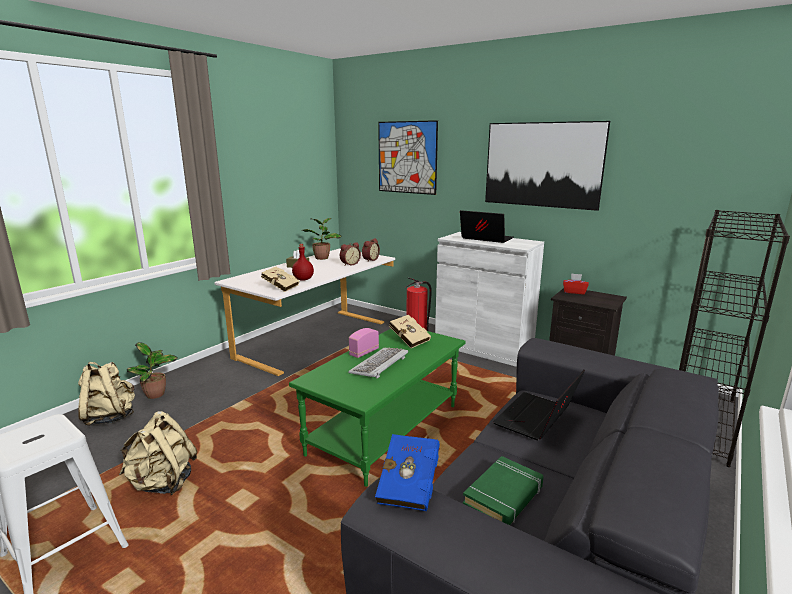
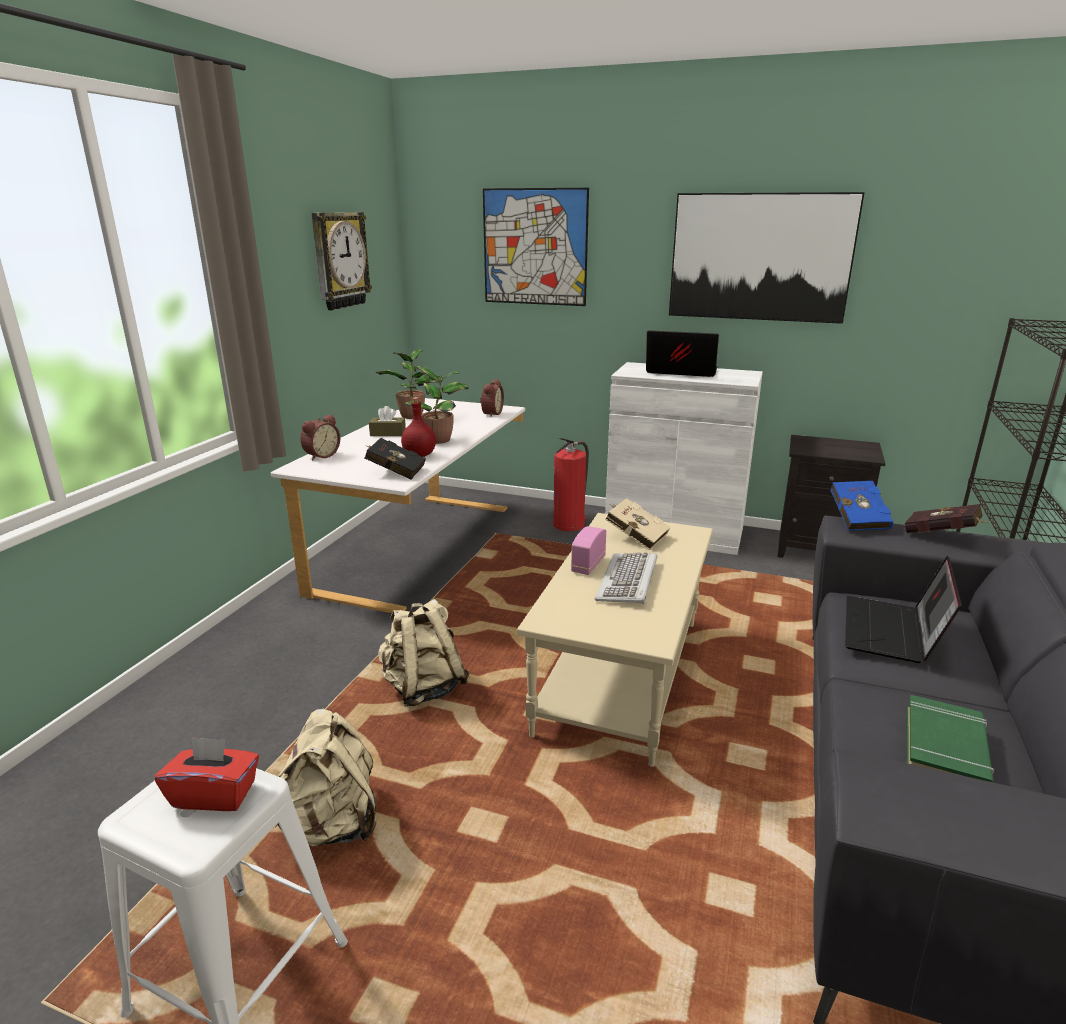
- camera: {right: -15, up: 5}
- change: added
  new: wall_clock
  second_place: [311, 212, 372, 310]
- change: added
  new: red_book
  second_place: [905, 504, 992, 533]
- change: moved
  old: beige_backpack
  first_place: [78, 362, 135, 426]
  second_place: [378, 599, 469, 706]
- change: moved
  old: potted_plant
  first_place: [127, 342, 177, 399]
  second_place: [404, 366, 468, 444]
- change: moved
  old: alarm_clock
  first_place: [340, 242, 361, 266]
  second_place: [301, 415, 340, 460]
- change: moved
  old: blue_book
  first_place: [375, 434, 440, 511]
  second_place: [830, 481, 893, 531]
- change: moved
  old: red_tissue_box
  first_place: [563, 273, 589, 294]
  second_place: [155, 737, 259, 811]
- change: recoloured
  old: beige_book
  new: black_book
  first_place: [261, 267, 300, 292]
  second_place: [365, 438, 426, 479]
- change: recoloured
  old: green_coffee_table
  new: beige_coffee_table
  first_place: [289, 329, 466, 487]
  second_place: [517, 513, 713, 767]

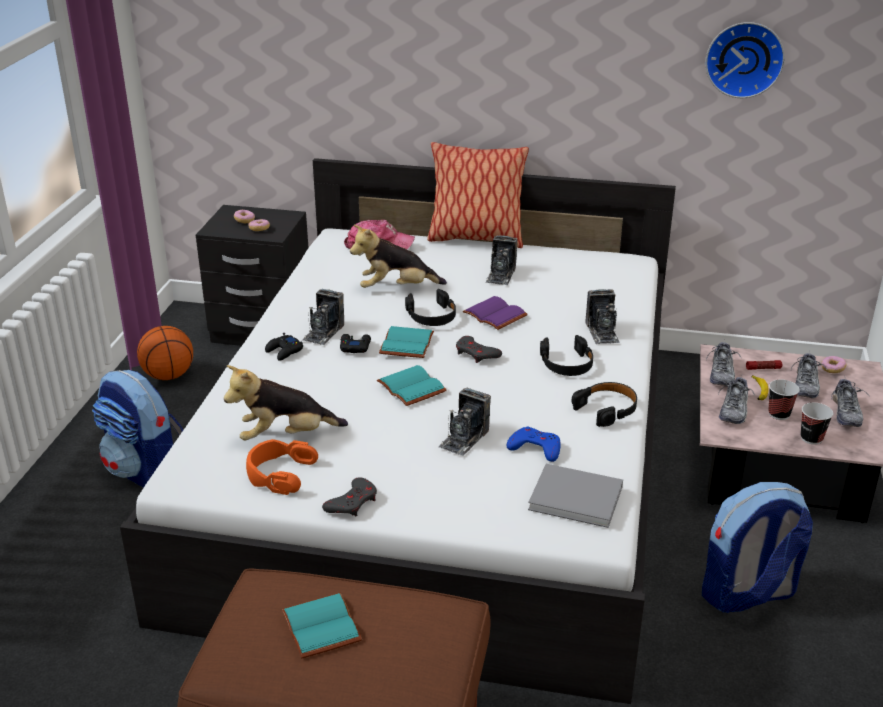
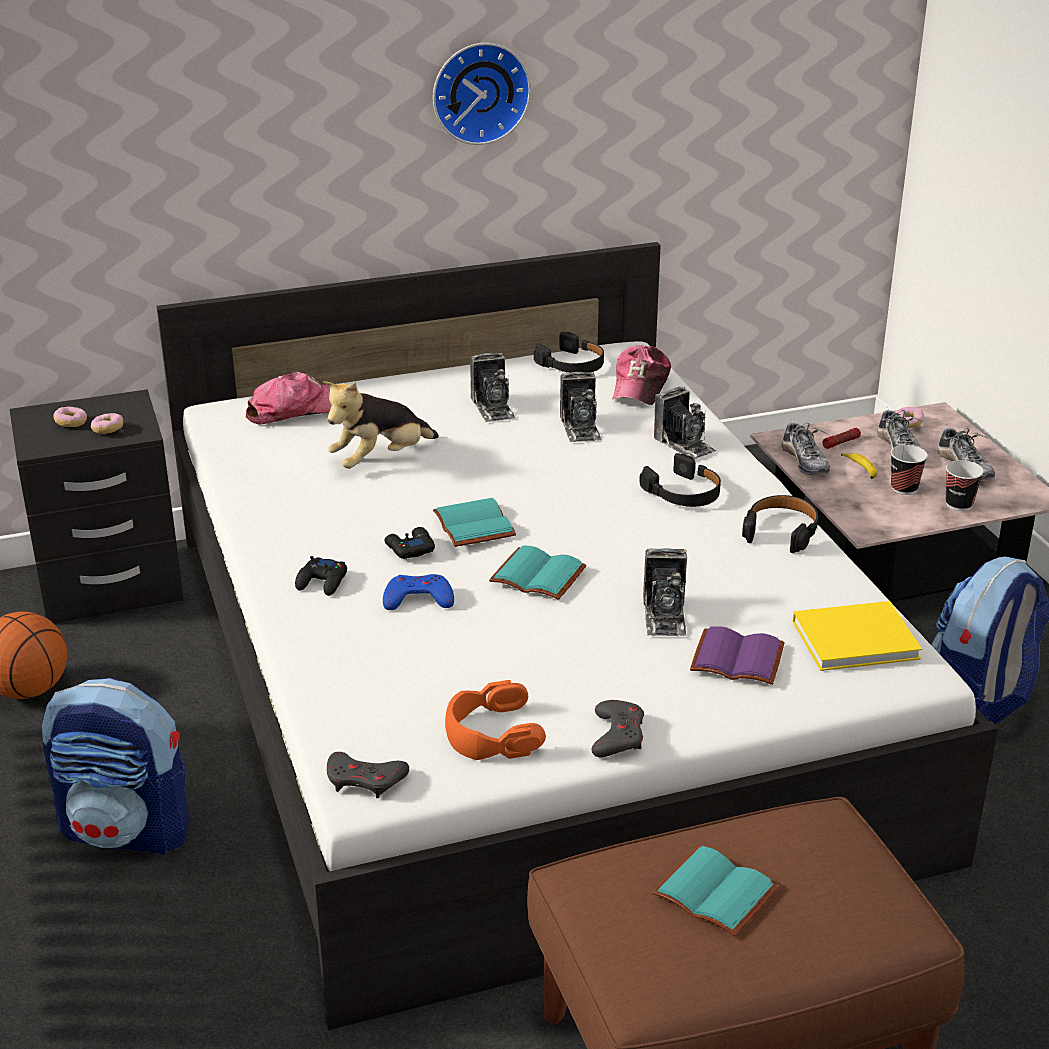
- camera: {right: -30, up: 0}
- change: removed
  old: plush_toy
  first_place: [224, 365, 348, 441]
- change: removed
  old: pillow
  first_place: [427, 142, 529, 248]
- change: removed
  old: shoe
  first_place: [718, 376, 755, 424]
- change: added
  new: cap
  second_place: [612, 345, 671, 405]
- change: moved
  old: photo_camera
  first_place: [302, 289, 344, 345]
  second_place: [560, 372, 601, 442]
- change: moved
  old: black_headphones
  first_place: [405, 289, 456, 326]
  second_place: [533, 332, 604, 373]
- change: moved
  old: grey_game_controller
  first_place: [456, 336, 502, 363]
  second_place: [327, 752, 409, 798]
- change: moved
  old: purple_book
  first_place: [463, 296, 528, 330]
  second_place: [690, 626, 785, 685]
- change: moved
  old: blue_game_controller
  first_place: [507, 427, 561, 462]
  second_place: [383, 574, 454, 610]
- change: moved
  old: wall_clock
  first_place: [705, 22, 785, 98]
  second_place: [433, 43, 531, 145]
- change: recoloured
  old: grey_book
  new: yellow_book
  first_place: [528, 464, 623, 528]
  second_place: [792, 601, 922, 671]

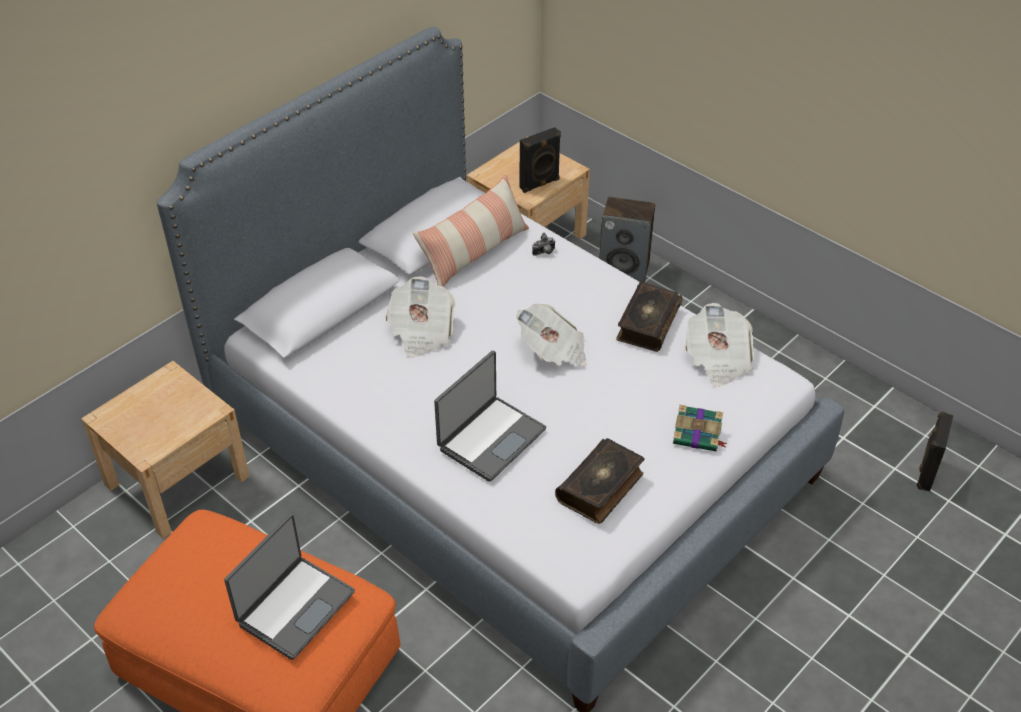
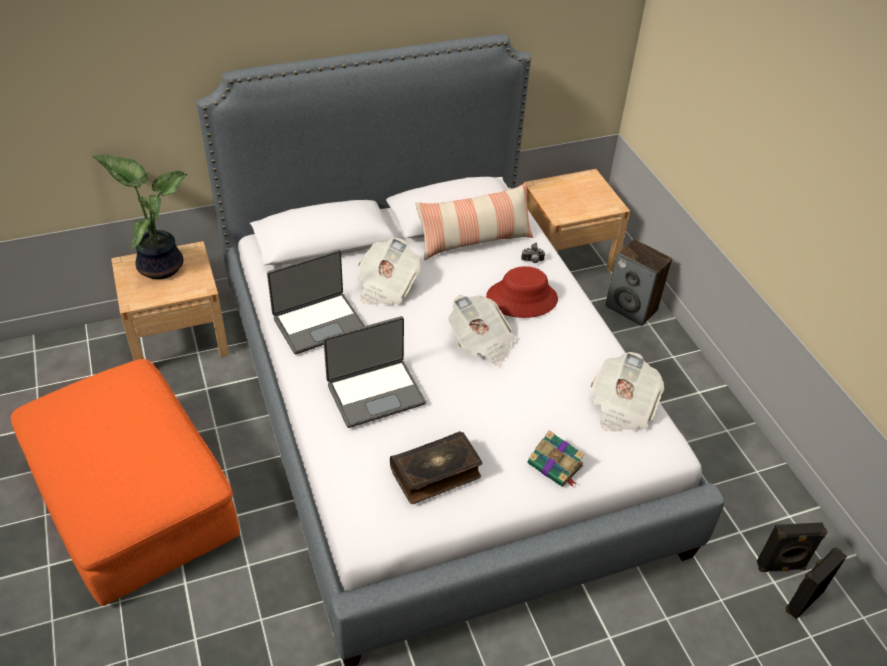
- camera: {right: 25, up: 0}
- change: removed
  old: book
  first_place: [616, 282, 683, 352]
- change: added
  new: potted_plant
  second_place: [93, 155, 187, 279]
- change: added
  new: red_hat
  second_place: [486, 266, 558, 318]
- change: moved
  old: laptop
  first_place: [224, 514, 355, 660]
  second_place: [267, 250, 365, 355]
- change: moved
  old: black_speaker
  first_place: [519, 127, 561, 193]
  second_place: [757, 522, 828, 572]

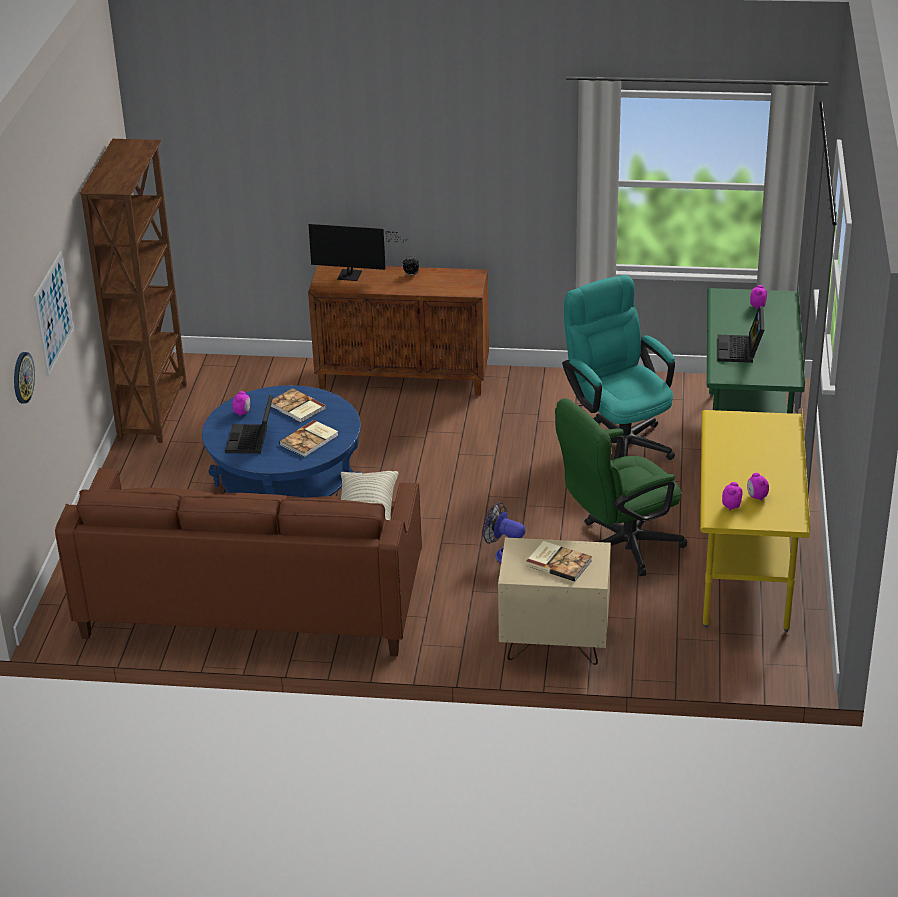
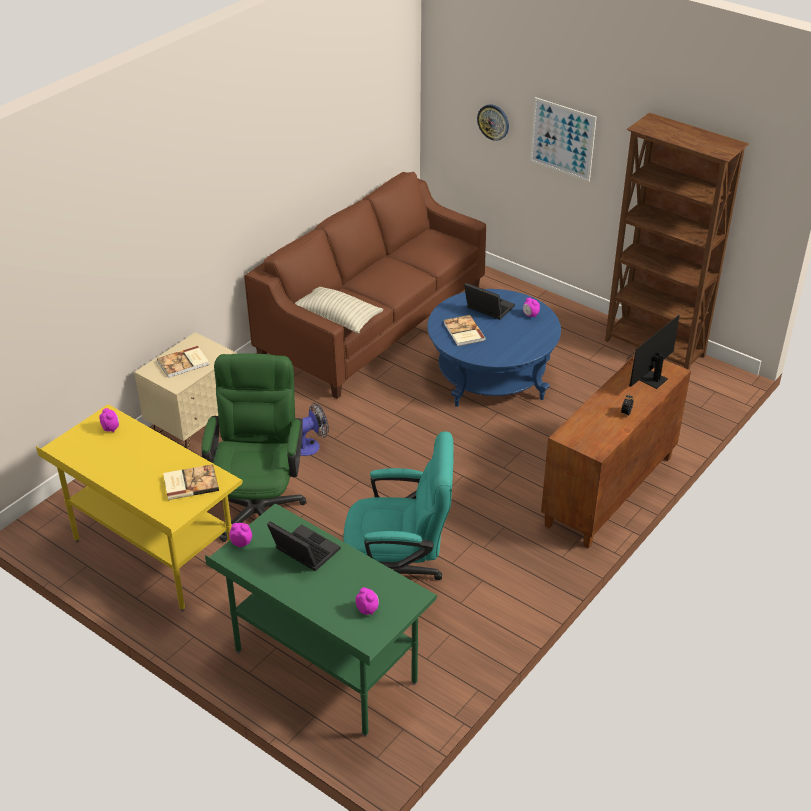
- camera: {right: 120, up: 5}
- change: moved
  old: book
  first_place: [271, 388, 326, 423]
  second_place: [163, 464, 219, 500]
- change: moved
  old: alarm_clock
  first_place: [747, 473, 769, 501]
  second_place: [229, 523, 252, 547]

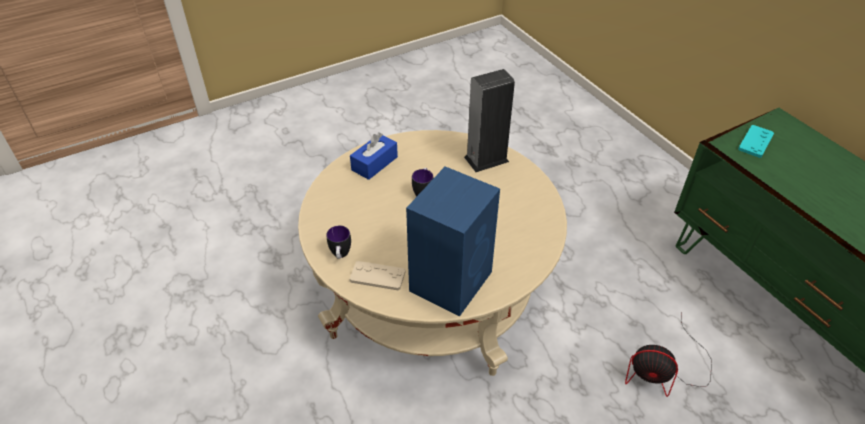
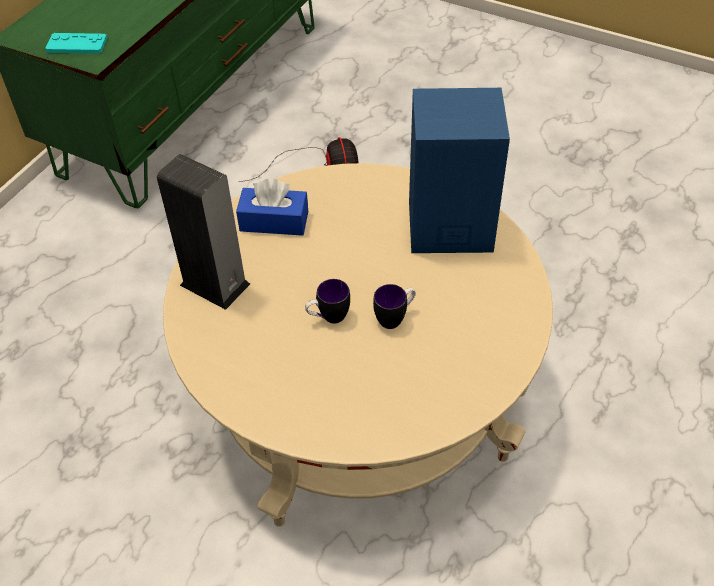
- camera: {right: -120, up: 5}
- change: removed
  old: beige_game_controller
  first_place: [349, 261, 406, 291]
- change: moved
  old: mug
  first_place: [326, 225, 351, 259]
  second_place: [373, 284, 416, 329]
- change: moved
  old: blue_tissue_box
  first_place: [350, 132, 398, 180]
  second_place: [236, 179, 308, 236]

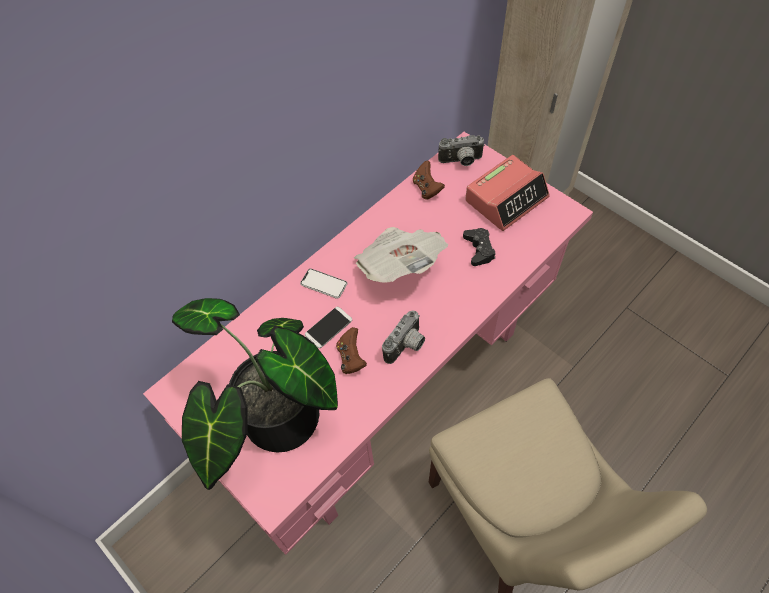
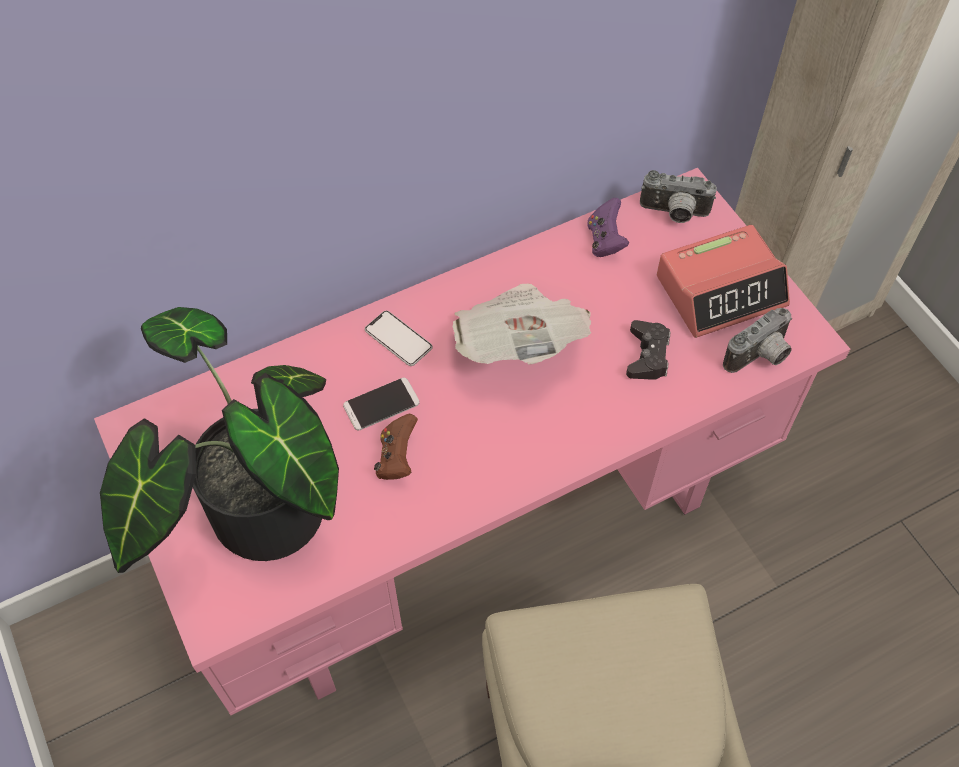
- camera: {right: 15, up: 0}
- change: moved
  old: photo_camera
  first_place: [382, 311, 425, 364]
  second_place: [723, 308, 792, 373]
- change: recoloured
  old: brown_game_controller
  new: purple_game_controller
  first_place: [413, 161, 445, 200]
  second_place: [588, 198, 629, 257]

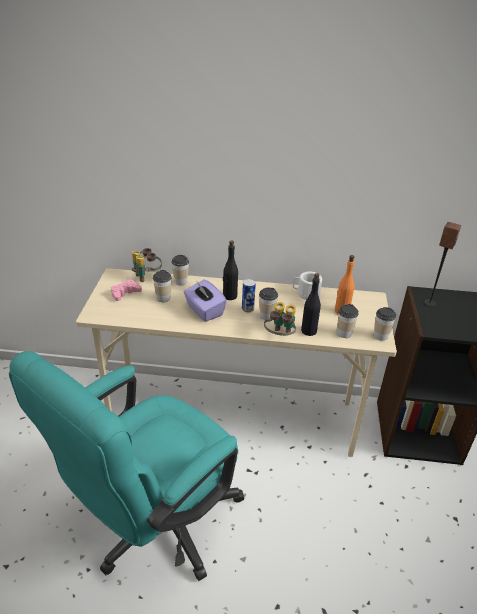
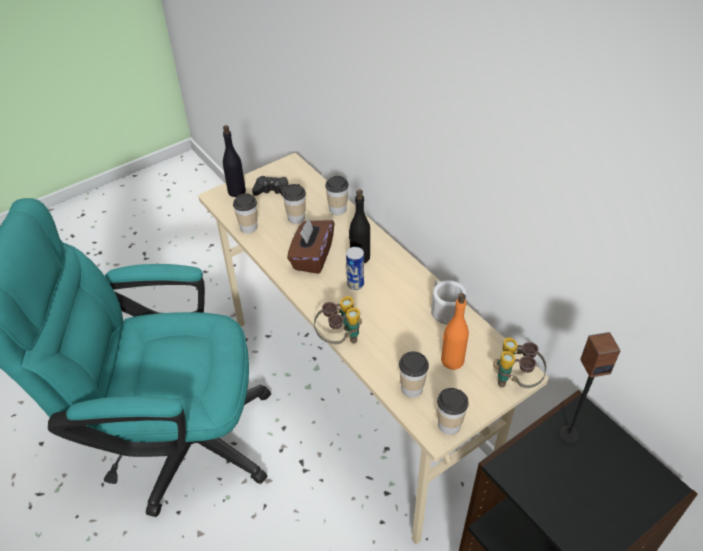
- camera: {right: 50, up: 10}
- change: moved
  old: binoculars
  first_place: [132, 248, 162, 282]
  second_place: [493, 338, 546, 388]
- change: moved
  old: cup
  first_place: [259, 288, 278, 320]
  second_place: [233, 193, 258, 234]
- change: moved
  old: black_bottle
  first_place: [301, 273, 321, 336]
  second_place: [223, 125, 246, 197]
- change: recoloured
  old: pink_game_controller
  new: black_game_controller
  first_place: [111, 280, 142, 301]
  second_place: [252, 176, 288, 196]
- change: recoloured
  old: purple_tissue_box
  new: brown_tissue_box
  first_place: [184, 279, 227, 322]
  second_place: [287, 217, 335, 274]

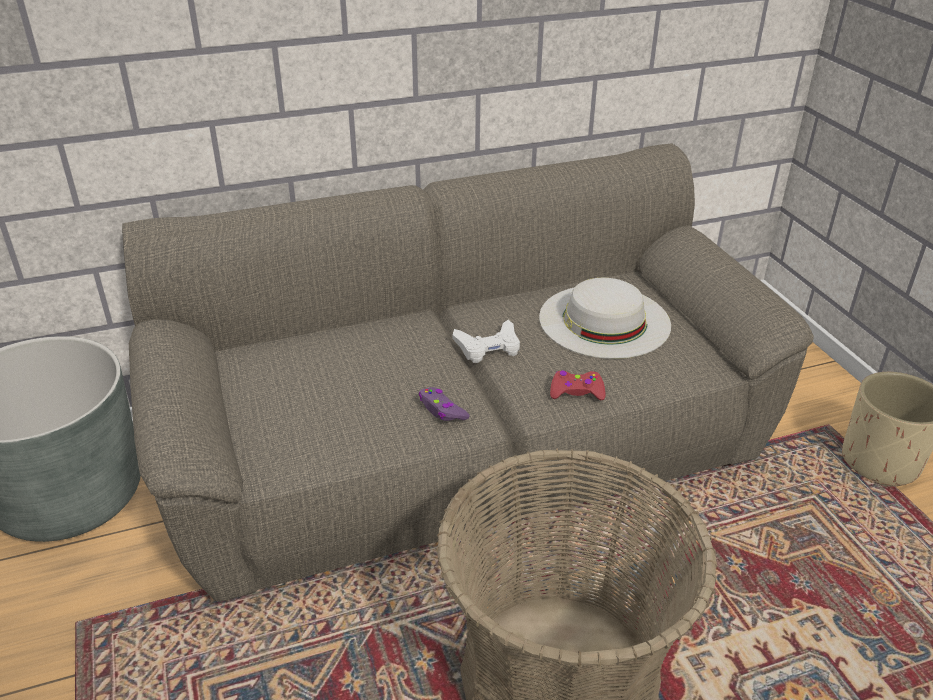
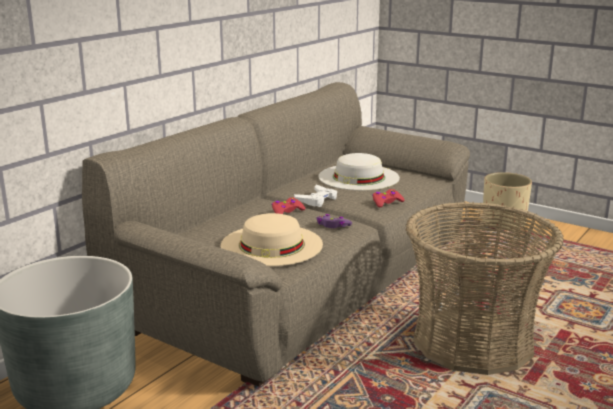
- camera: {right: -35, up: -15}
- change: added
  new: beige_hat
  second_place: [220, 213, 323, 266]
- change: added
  new: red_game_controller
  second_place: [272, 197, 305, 214]

